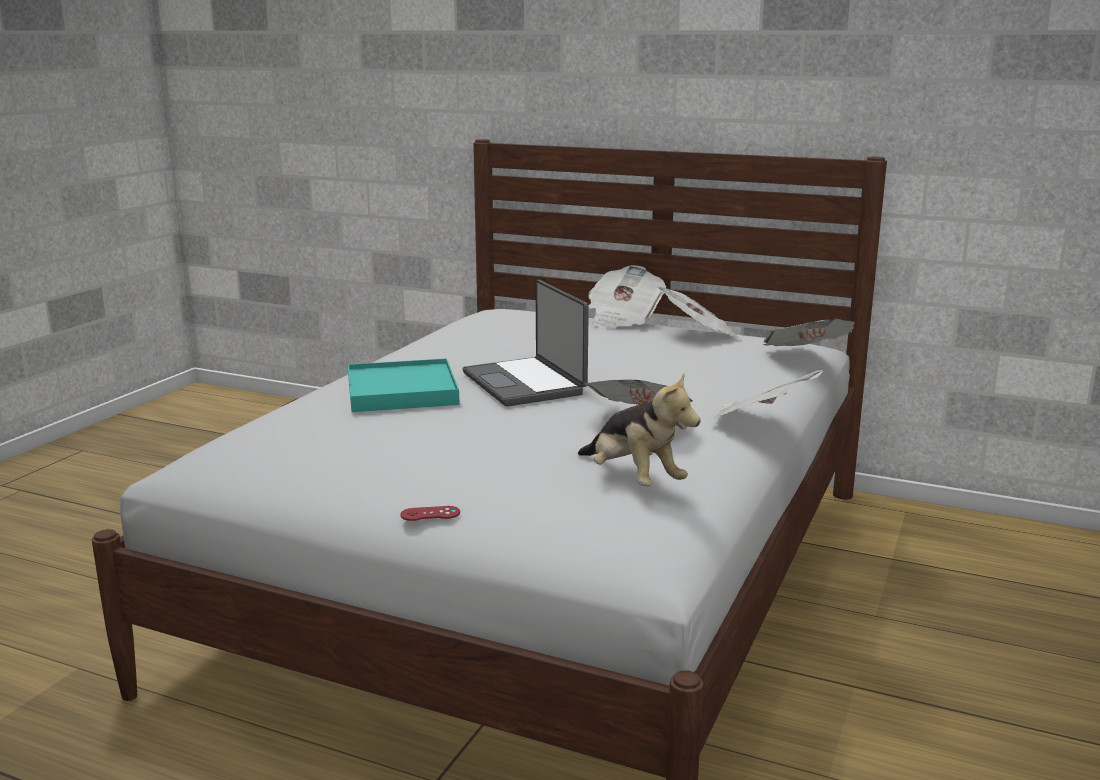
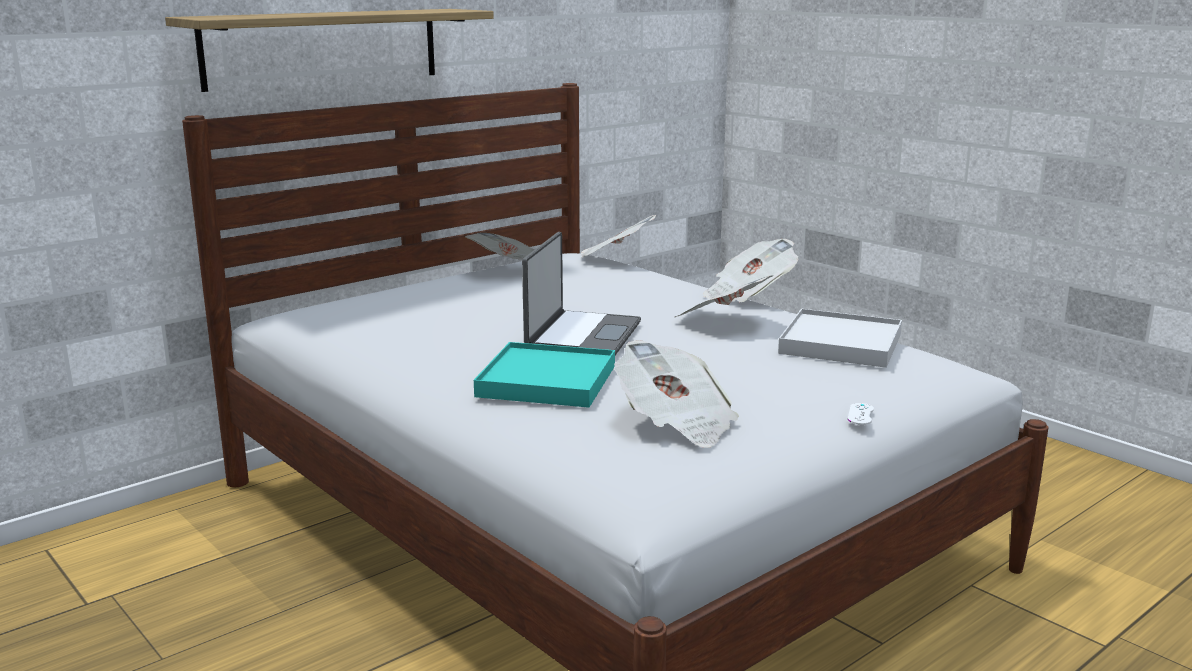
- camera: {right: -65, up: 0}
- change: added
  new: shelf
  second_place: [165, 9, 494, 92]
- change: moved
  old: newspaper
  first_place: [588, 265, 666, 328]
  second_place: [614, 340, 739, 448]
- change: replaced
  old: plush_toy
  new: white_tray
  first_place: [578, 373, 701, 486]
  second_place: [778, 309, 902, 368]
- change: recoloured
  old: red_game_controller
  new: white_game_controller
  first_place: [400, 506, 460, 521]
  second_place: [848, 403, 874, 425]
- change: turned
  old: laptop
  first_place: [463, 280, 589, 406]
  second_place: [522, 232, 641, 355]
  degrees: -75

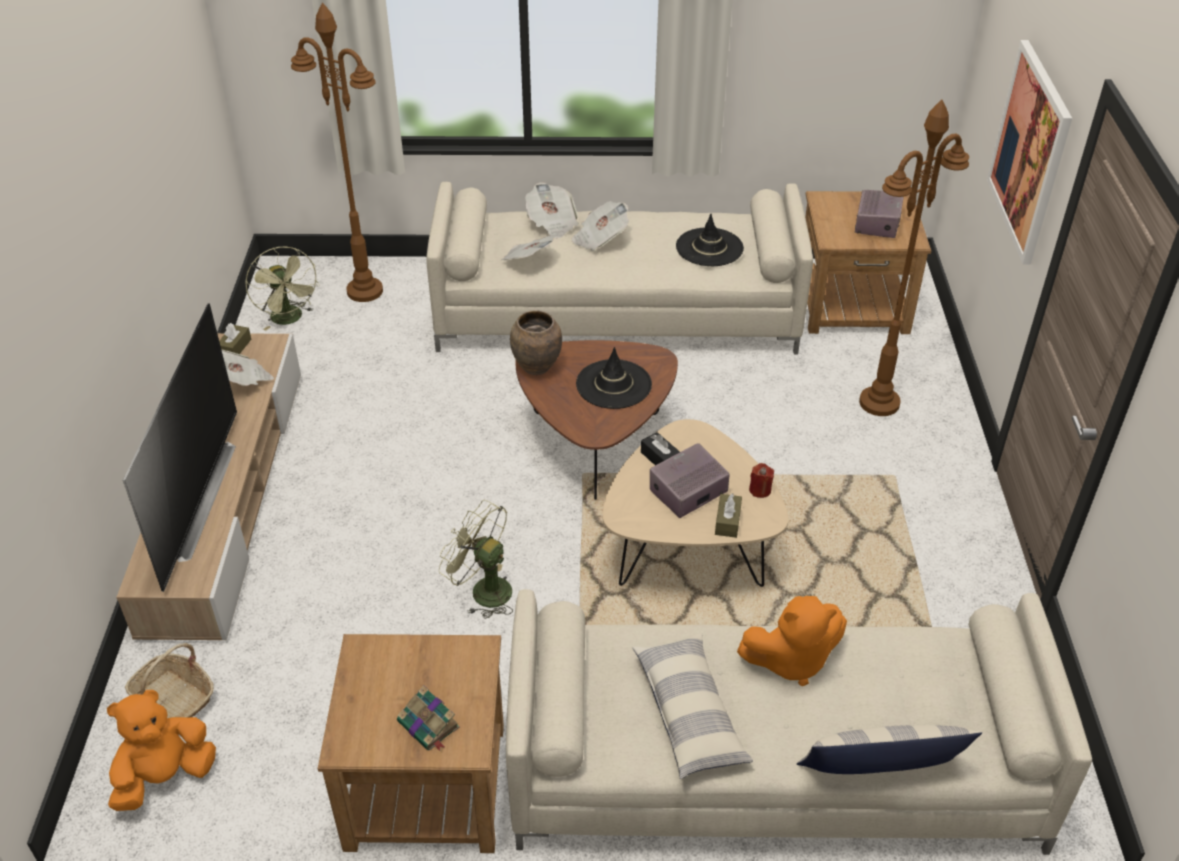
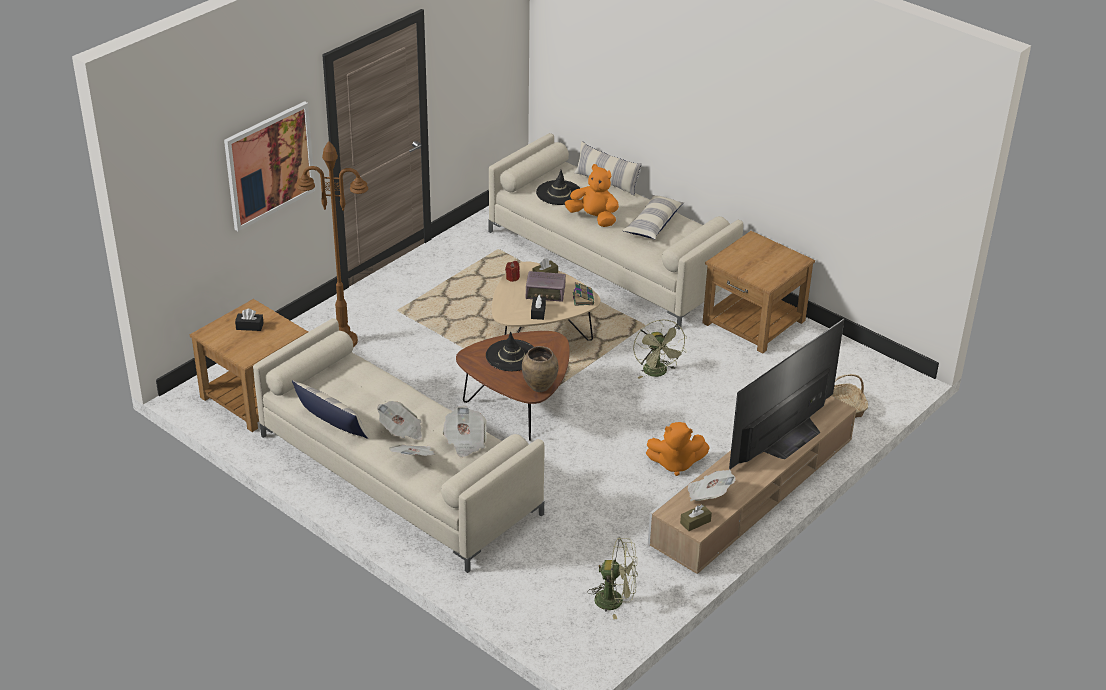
- camera: {right: -140, up: -5}
- change: removed
  old: brown_floor_lamp
  first_place: [291, 3, 383, 302]
- change: added
  new: pillow
  second_place: [292, 380, 368, 439]
- change: moved
  old: orange_plush_toy
  first_place: [107, 690, 216, 811]
  second_place: [646, 422, 710, 476]
- change: moved
  old: book
  first_place: [397, 685, 460, 751]
  second_place: [573, 282, 594, 306]
- change: moved
  old: black_hat
  first_place: [676, 214, 744, 266]
  second_place: [536, 170, 580, 205]
- change: replaced
  old: radio
  new: black_tissue_box
  first_place: [855, 190, 903, 238]
  second_place: [235, 309, 264, 331]
- change: turned
  old: green_fan
  first_place: [245, 246, 320, 331]
  second_place: [587, 538, 638, 619]
  degrees: 90

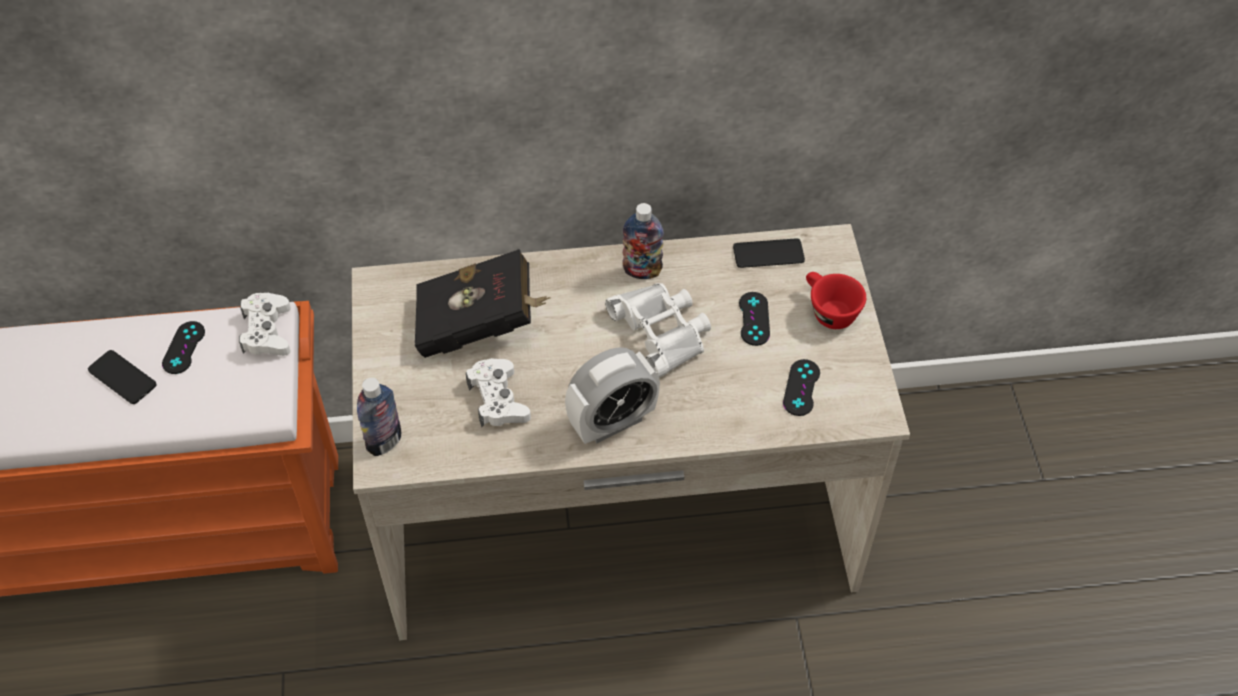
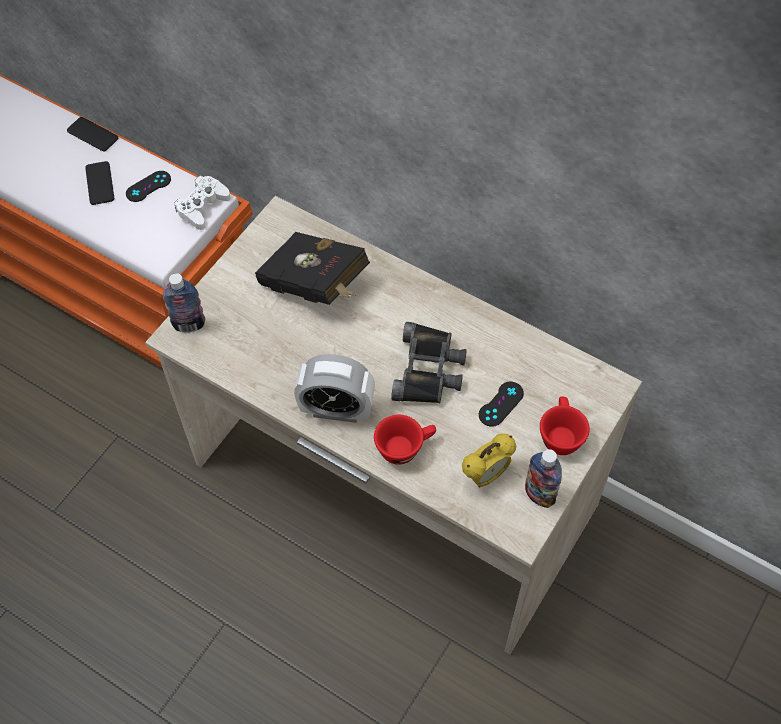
- camera: {right: 40, up: 5}
- change: removed
  old: white_game_controller
  first_place: [466, 358, 531, 427]
- change: added
  new: red_cup
  second_place: [374, 415, 436, 465]
- change: moved
  old: bottle
  first_place: [622, 203, 664, 279]
  second_place: [525, 449, 562, 508]
- change: moved
  old: phone
  first_place: [733, 238, 805, 268]
  second_place: [67, 117, 118, 152]
- change: replaced
  old: black_game_controller
  new: alarm_clock
  first_place: [783, 359, 820, 416]
  second_place: [462, 433, 516, 487]
- change: recoloured
  old: white_binoculars
  new: black_binoculars
  first_place: [605, 283, 711, 378]
  second_place: [391, 322, 467, 403]

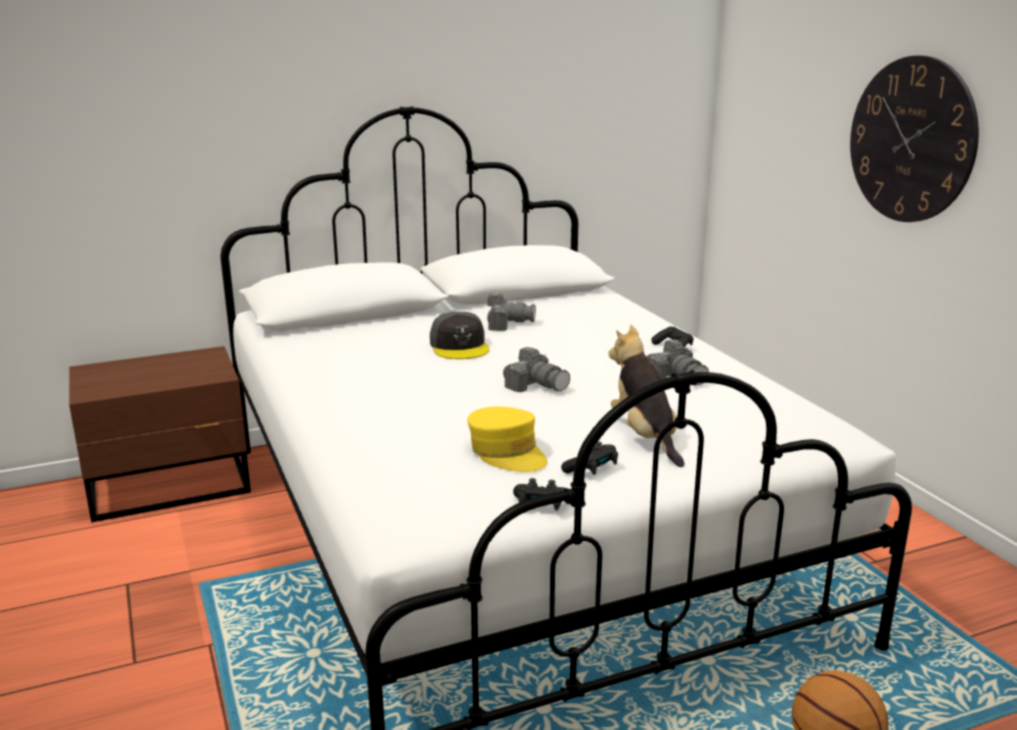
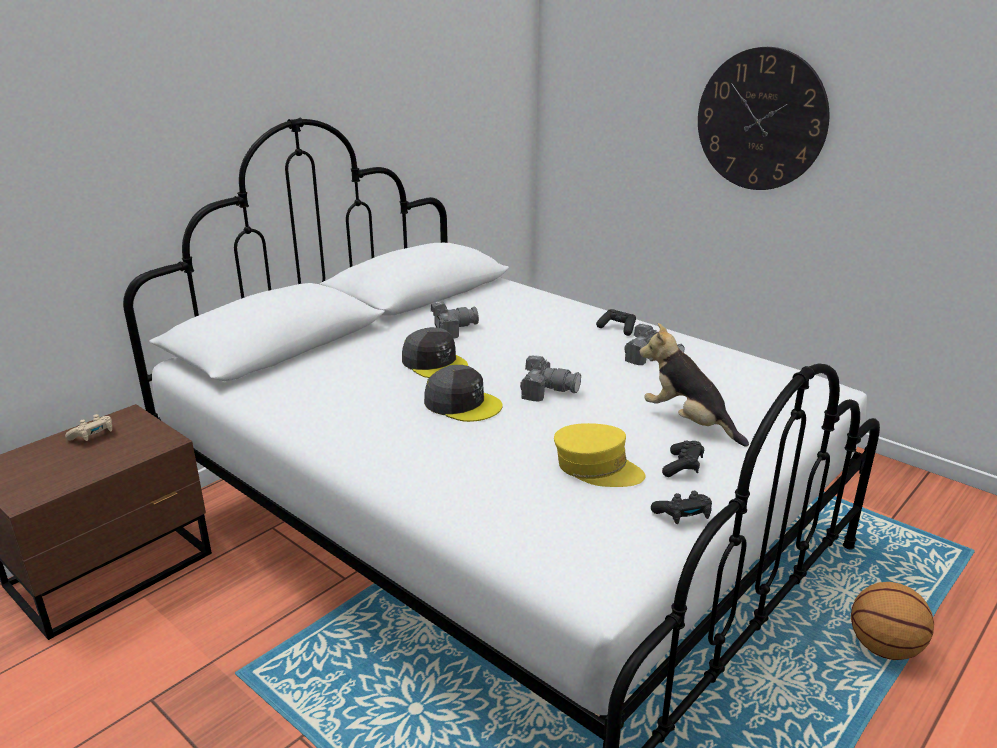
- camera: {right: -25, up: 5}
- change: added
  new: beige_game_controller
  second_place: [65, 414, 112, 441]
- change: added
  new: grey_cap
  second_place: [424, 365, 502, 422]

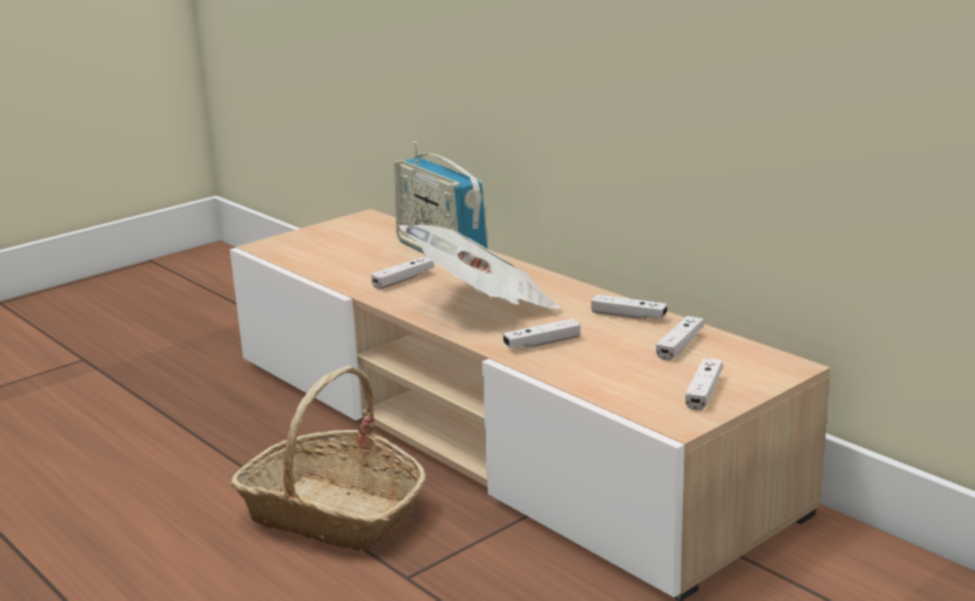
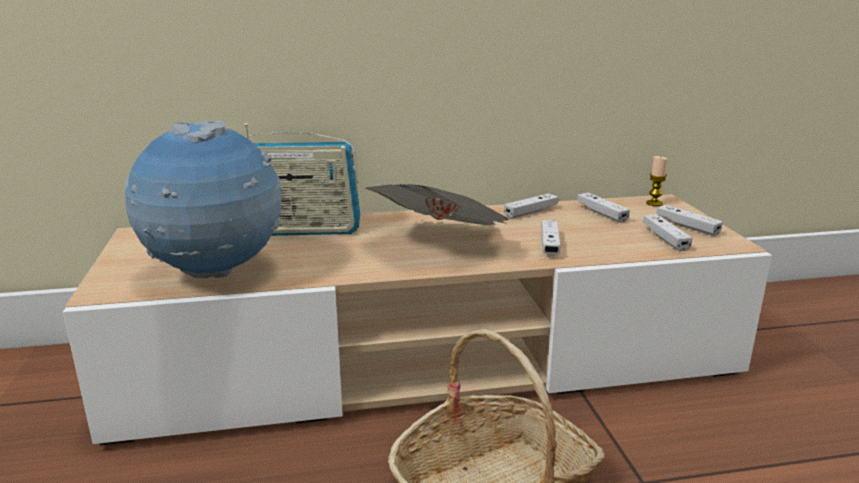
- camera: {right: -60, up: 0}
- change: added
  new: globe
  second_place: [125, 120, 281, 278]
- change: added
  new: candle
  second_place: [646, 156, 667, 206]
- change: moved
  old: white_game_controller
  first_place: [371, 256, 434, 290]
  second_place: [643, 214, 692, 251]

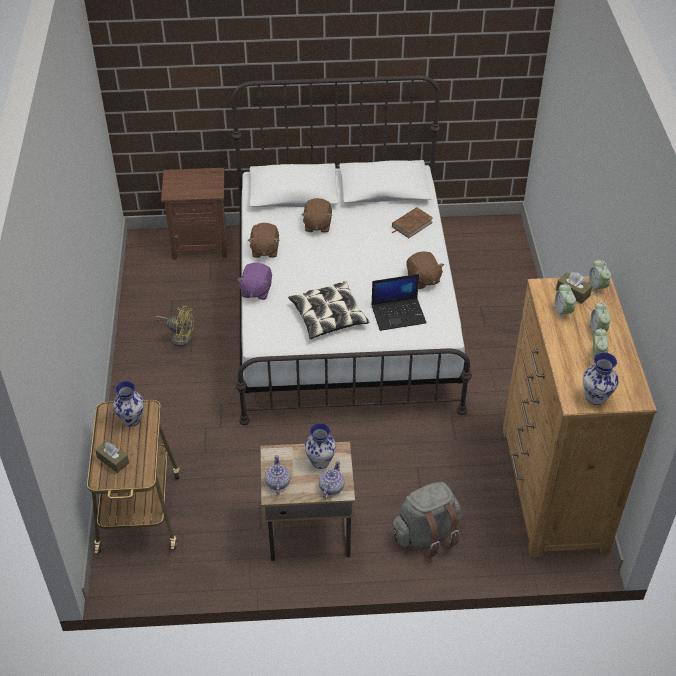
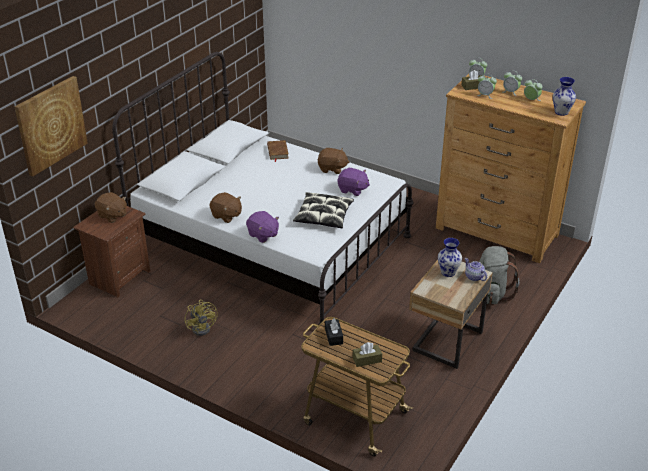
- camera: {right: -55, up: -10}
- change: removed
  old: teapot
  first_place: [265, 455, 290, 495]
- change: added
  new: picture
  second_place: [14, 76, 88, 177]
- change: moved
  old: brown_plush_toy
  first_place: [302, 198, 332, 233]
  second_place: [95, 192, 127, 223]
- change: replaced
  old: vase
  new: black_tissue_box
  first_place: [113, 381, 144, 427]
  second_place: [325, 318, 343, 346]
- change: replaced
  old: laptop
  new: purple_plush_toy
  first_place: [372, 274, 427, 331]
  second_place: [338, 168, 370, 196]
- change: turned
  old: yellow_fan
  first_place: [156, 306, 194, 347]
  second_place: [185, 300, 218, 336]
  degrees: 105

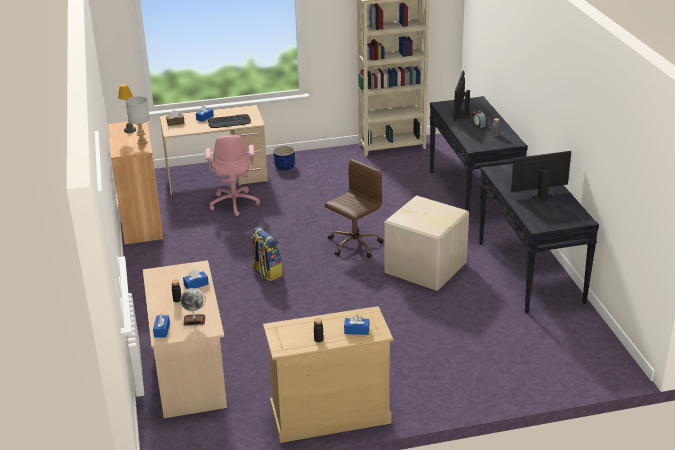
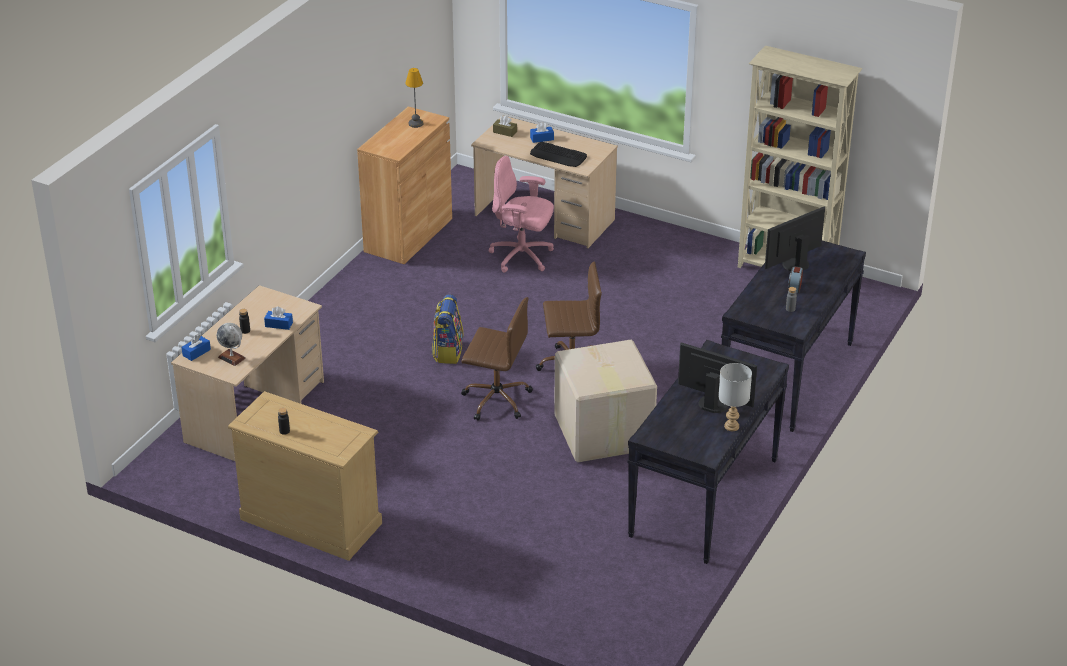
- camera: {right: 40, up: 5}
- change: removed
  old: blue_planter
  first_place: [273, 146, 295, 170]
- change: removed
  old: blue_tissue_box
  first_place: [344, 314, 370, 335]
- change: added
  new: brown_office_chair
  second_place: [461, 297, 533, 421]
- change: moved
  old: grey_table_lamp
  first_place: [126, 96, 150, 145]
  second_place: [718, 363, 752, 431]
- change: turned
  old: pink_office_chair
  first_place: [205, 135, 260, 216]
  second_place: [489, 156, 554, 273]
  degrees: 75

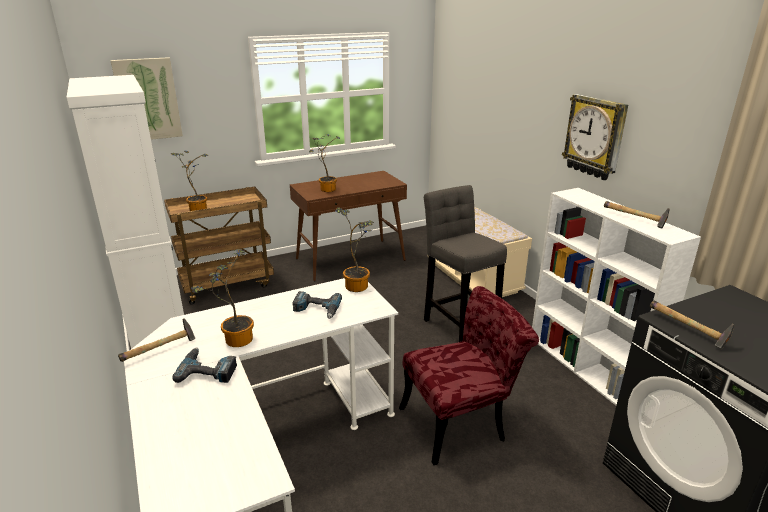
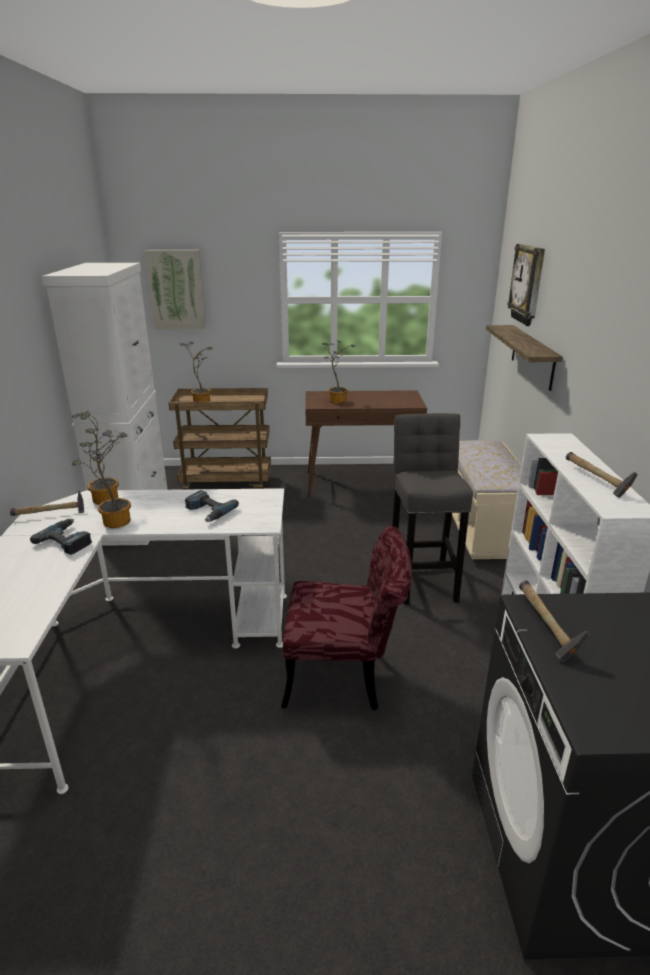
- camera: {right: 25, up: 0}
- change: added
  new: shelf
  second_place: [486, 325, 563, 391]
- change: moved
  old: potted_plant
  first_place: [336, 207, 374, 292]
  second_place: [71, 411, 123, 505]
- change: moved
  old: wall_clock
  first_place: [562, 94, 628, 180]
  second_place: [507, 244, 545, 326]

